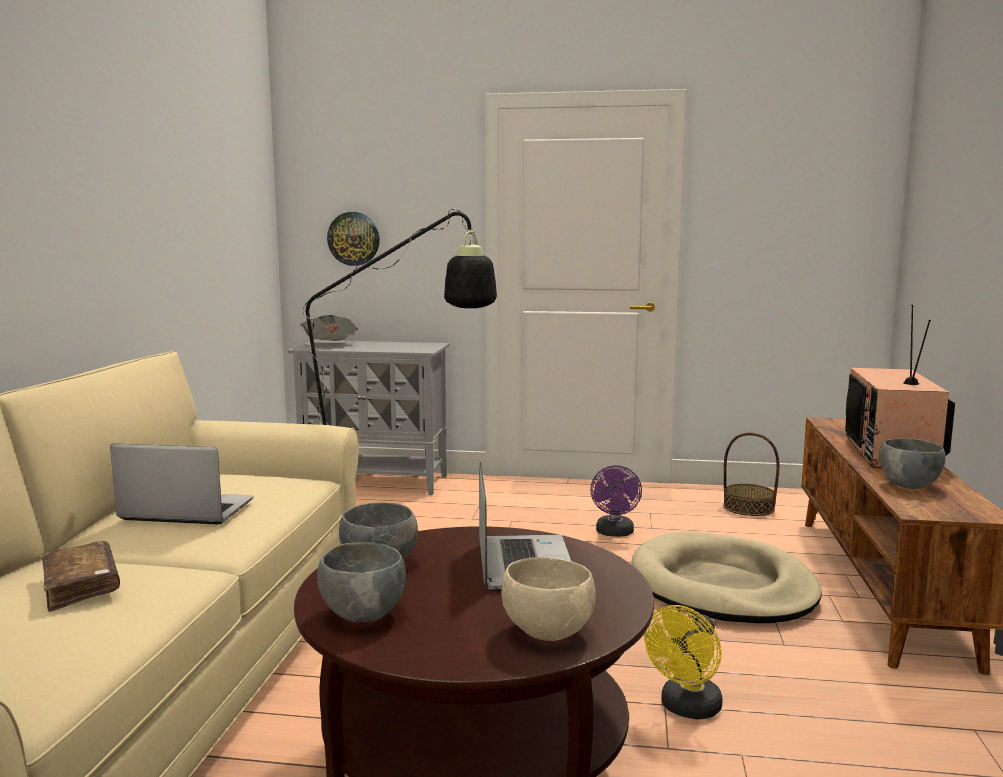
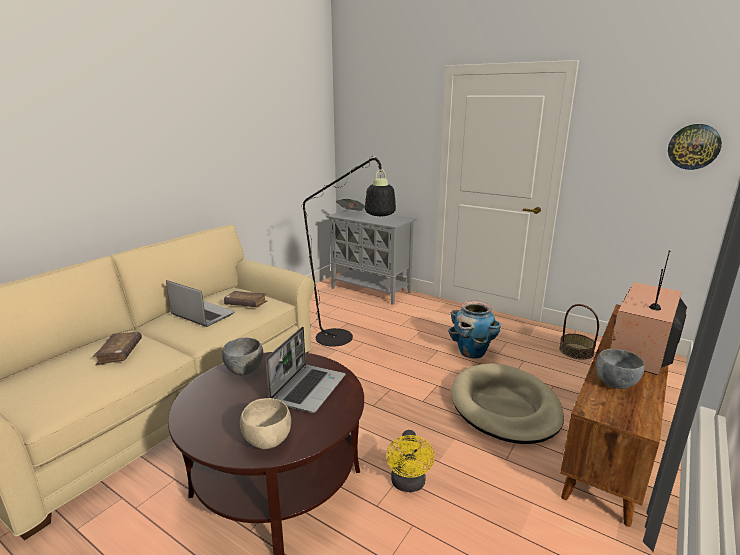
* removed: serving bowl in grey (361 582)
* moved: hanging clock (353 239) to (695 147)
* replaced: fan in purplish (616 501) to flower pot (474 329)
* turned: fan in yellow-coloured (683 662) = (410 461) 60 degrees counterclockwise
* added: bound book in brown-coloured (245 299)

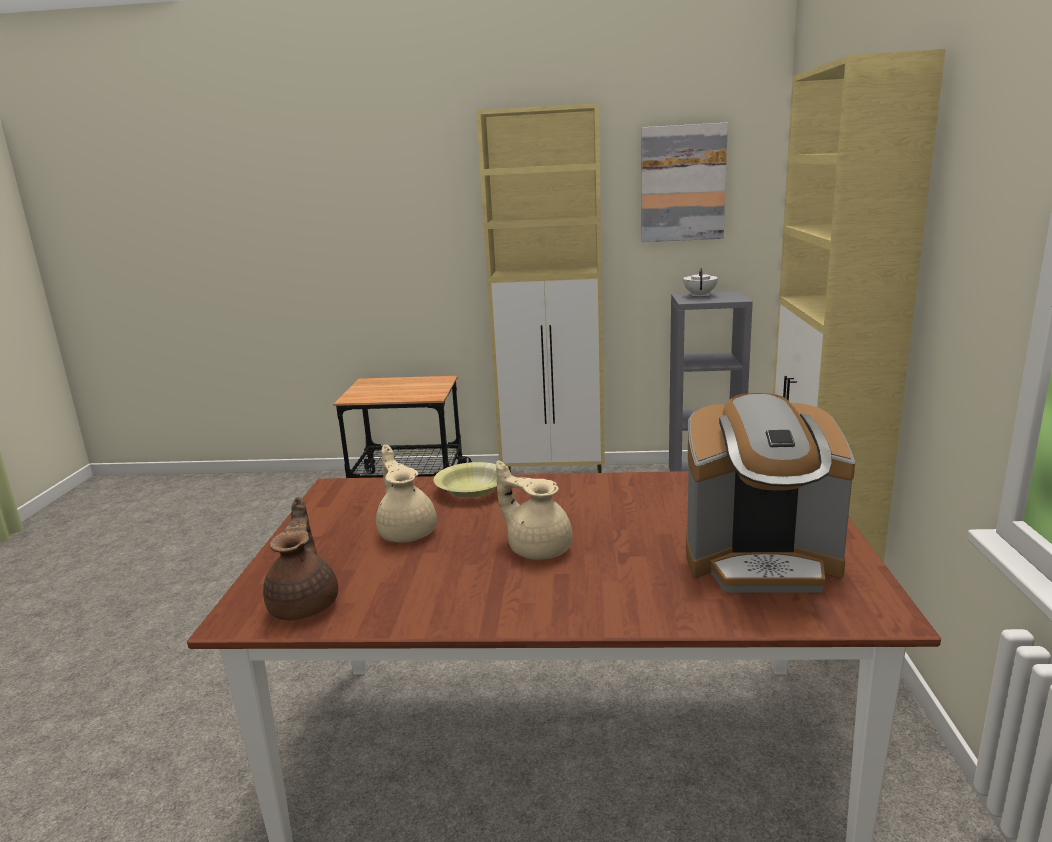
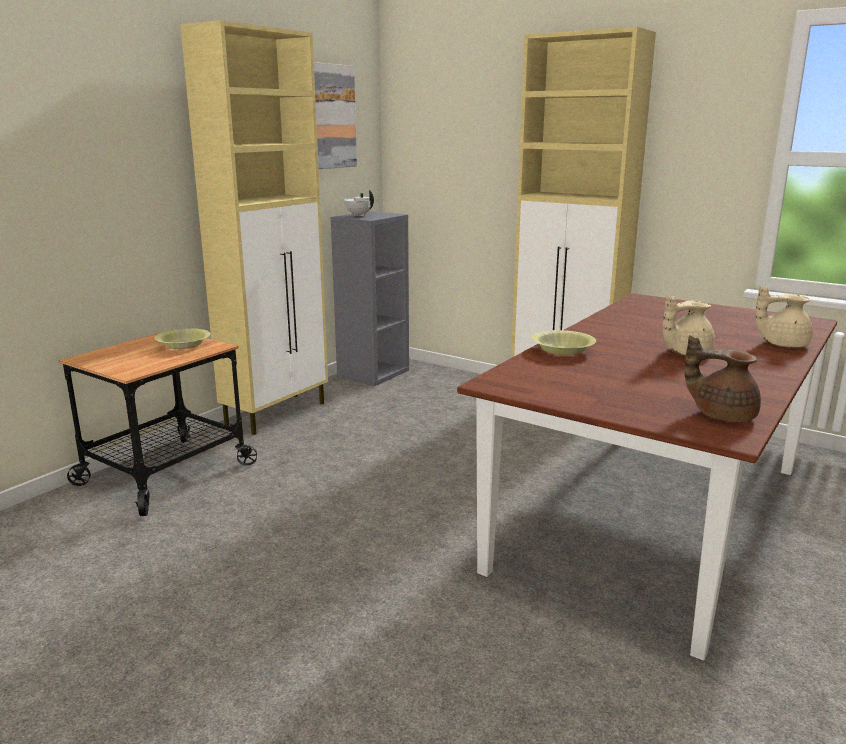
* moved: tea pot in beige (406 494) to (784 316)
* removed: coffee machine (770 492)
* added: serving bowl in yellow-coloured (182 338)

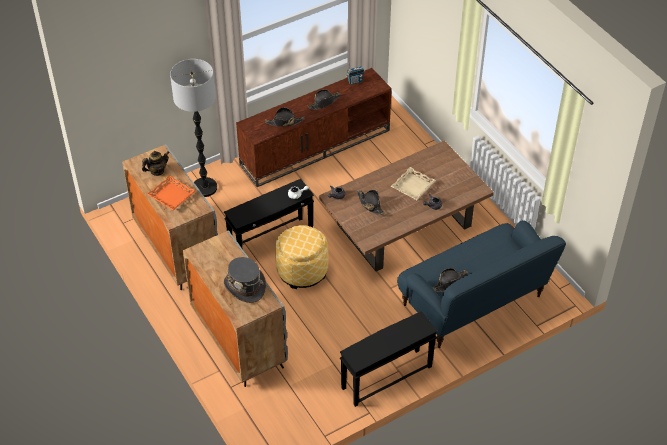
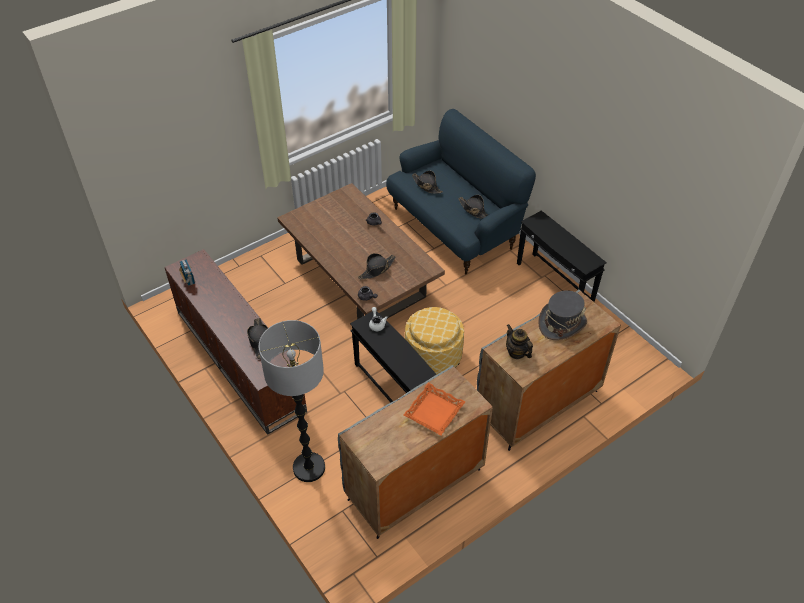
* moved: tea pot (155 163) to (519 341)
* moved: clothing hat in blackish (324 99) to (427 182)
* removed: serving tray in beige (413 183)

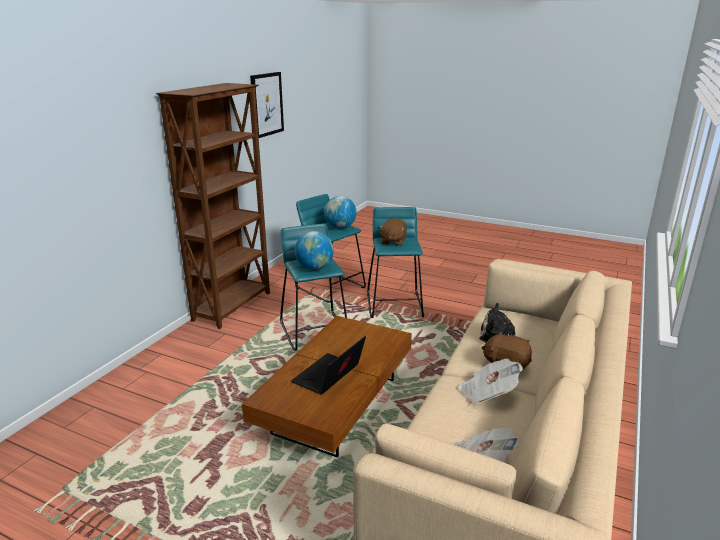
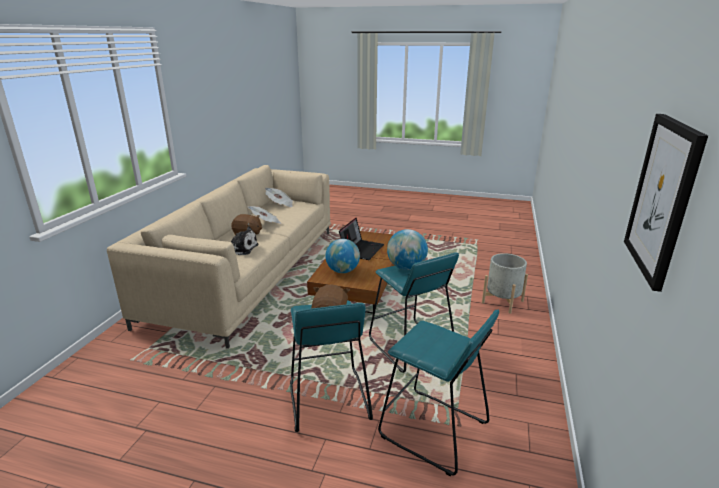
* removed: bookcase in brown-coloured (213 206)
* moved: desk globe (340 212) to (342 256)
* added: flower pot in grey (505 283)

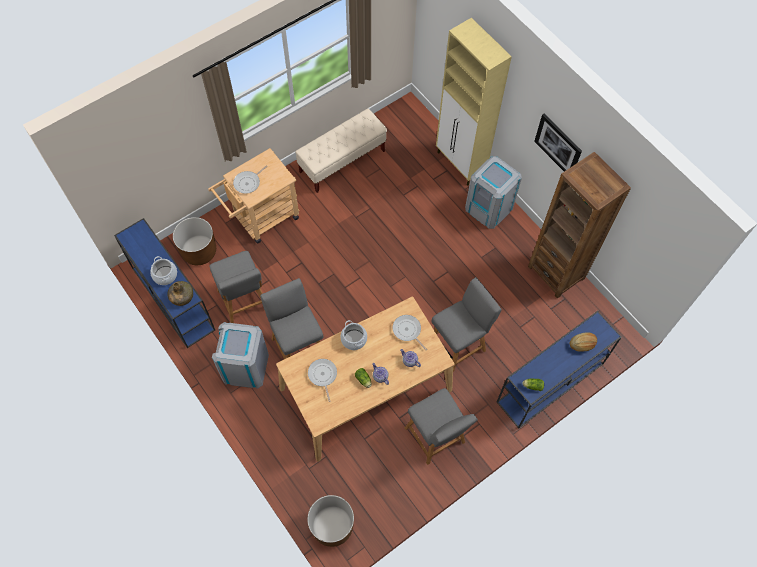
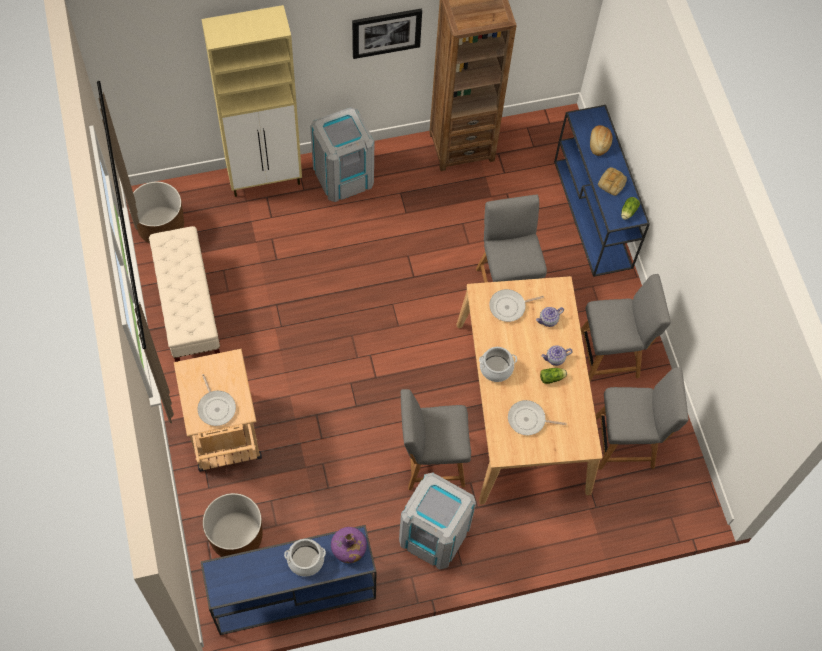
* recoloured: beverage bottle in greenish (180 293) to beverage bottle in purplish (349 545)
* moved: plain chair in grey (236 287) to (642 418)
* moved: flower pot in brown-coloured (330 521) to (156 213)
* added: bread (612 181)

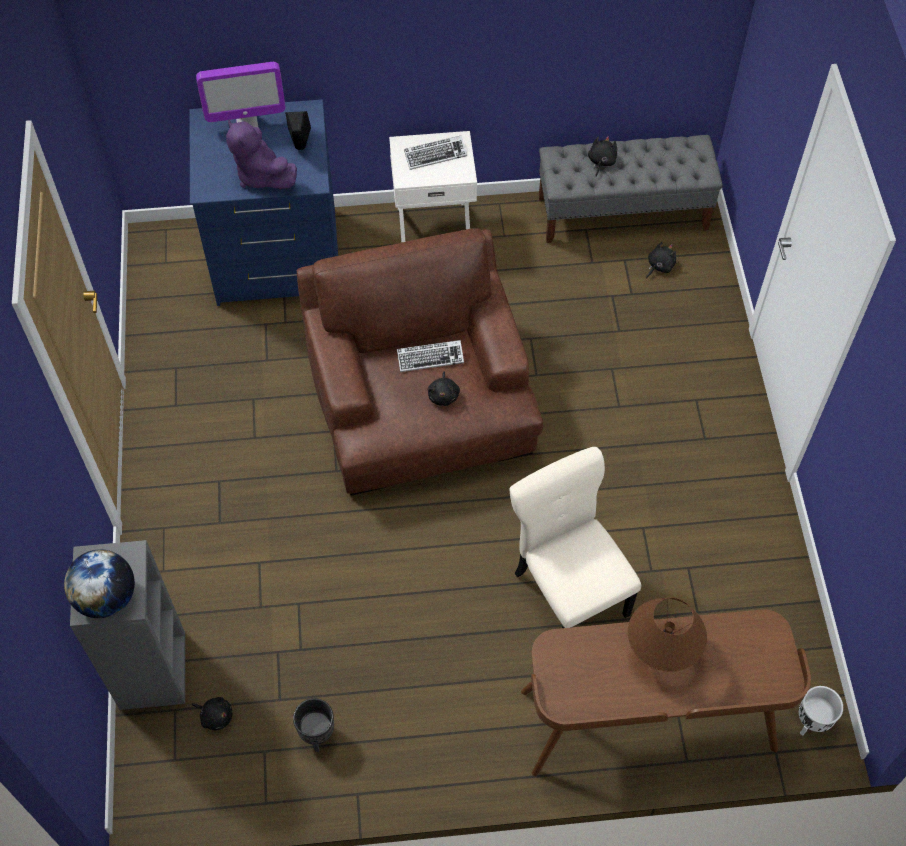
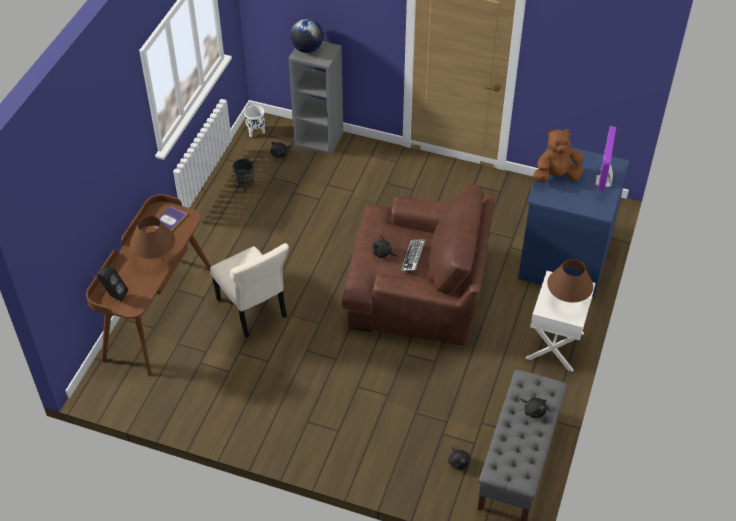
* recoloured: cuddly toy in purplish (261 154) to cuddly toy in brown-coloured (558 156)
* moved: loudspeaker in blackish (298 130) to (112 284)
* replaced: keyboard (435 153) to tabletop lamp in brown-coloured (570 281)
* turned: plain chair in beige (575 537) = (249 290) 60 degrees clockwise
* moved: flower pot in white (821 711) to (254 121)
* added: bound book (170 219)

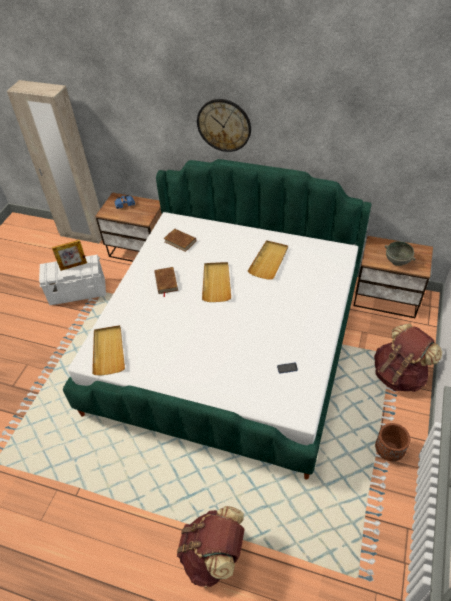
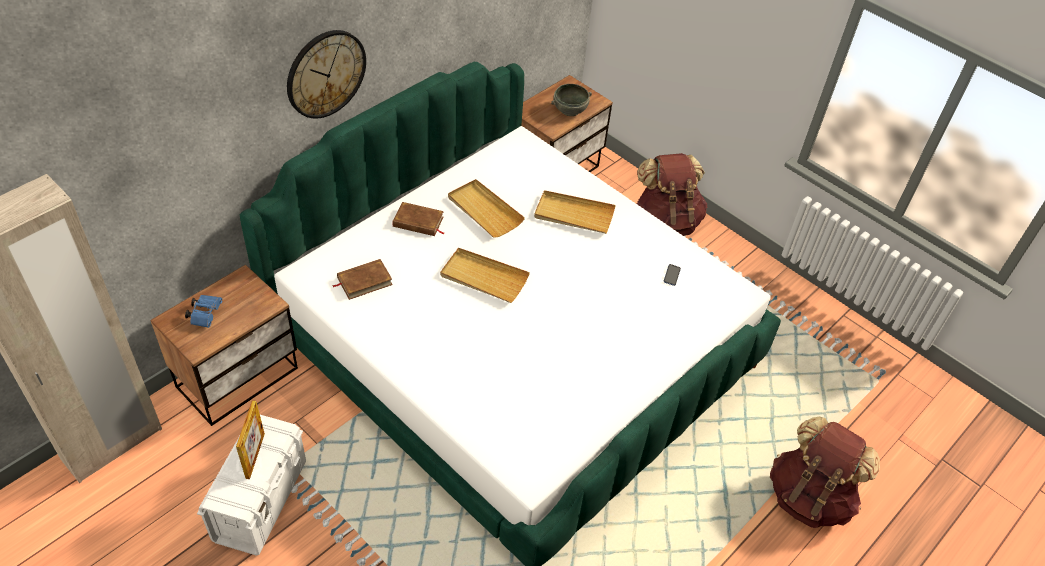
* moved: serving tray in beige (108 350) to (575 212)
* moved: bound book in brown-coloured (166 282) to (418 219)
* removed: flower pot in brown-coloured (392 442)

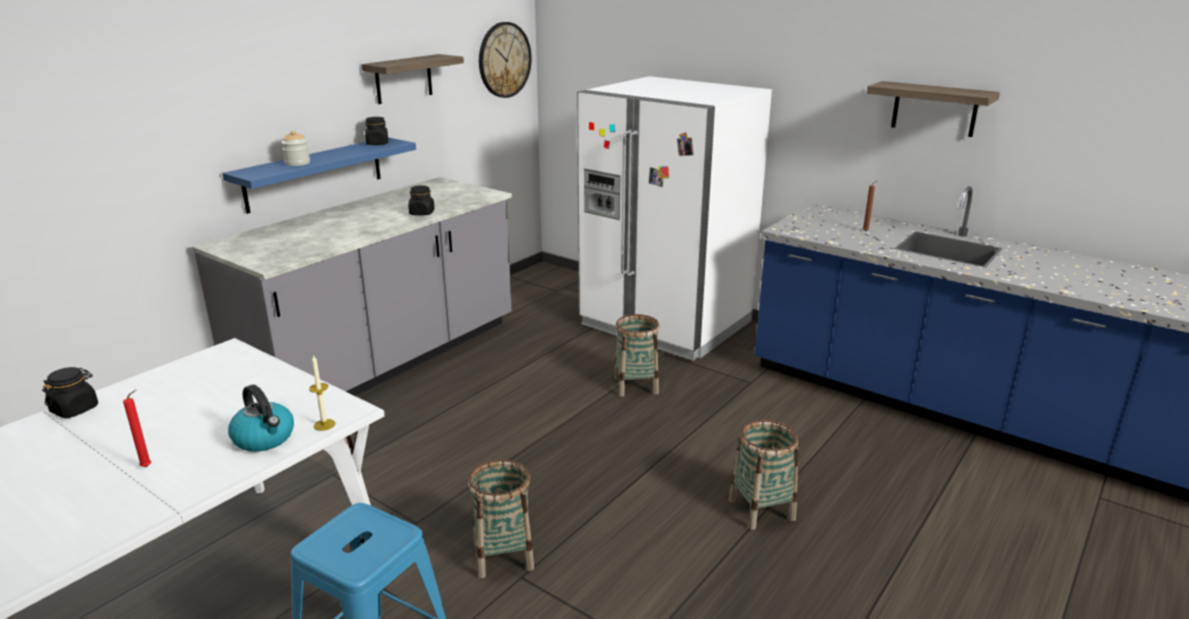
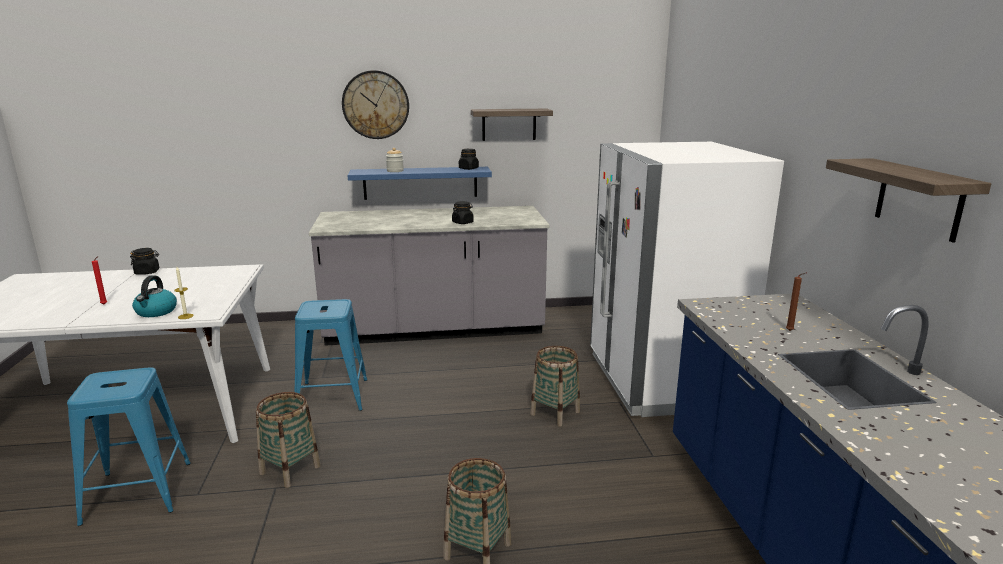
* moved: hanging clock (505 60) to (375 104)
* added: stool seat in blue (330 355)

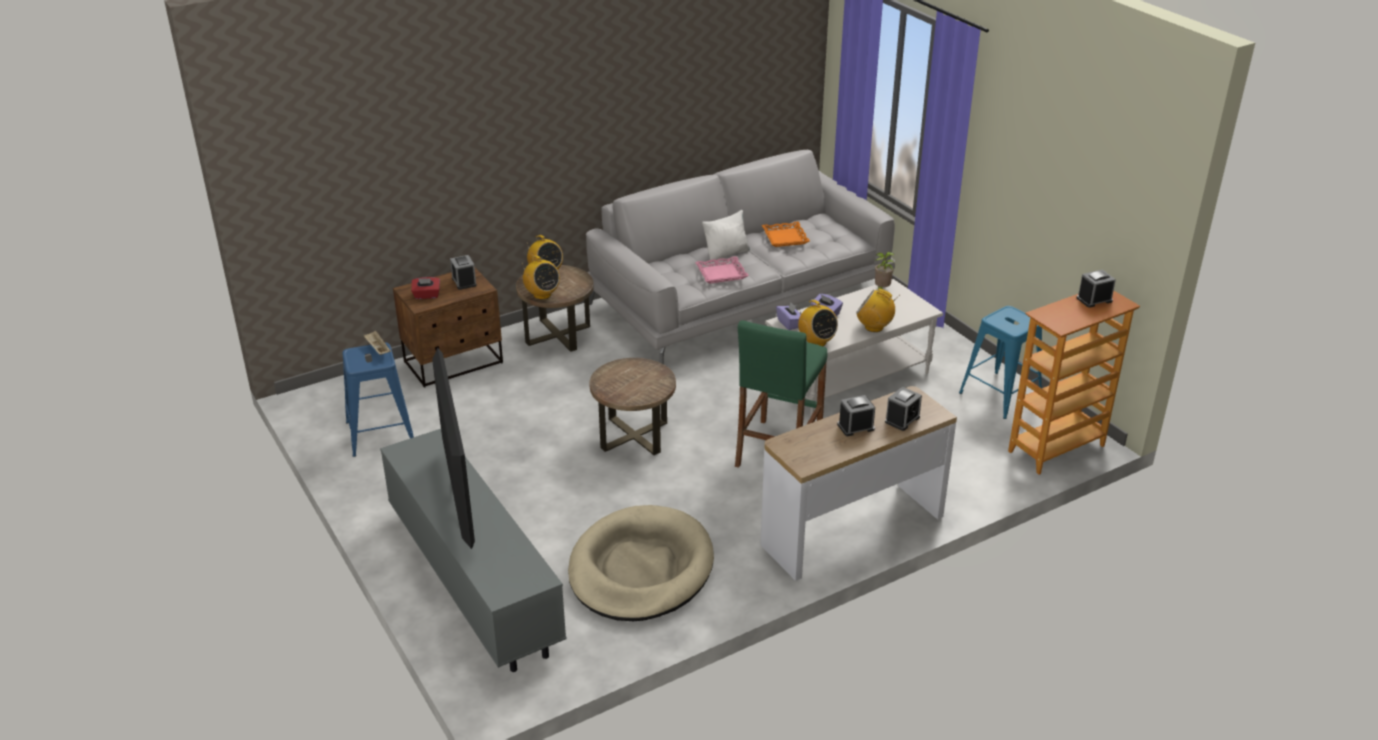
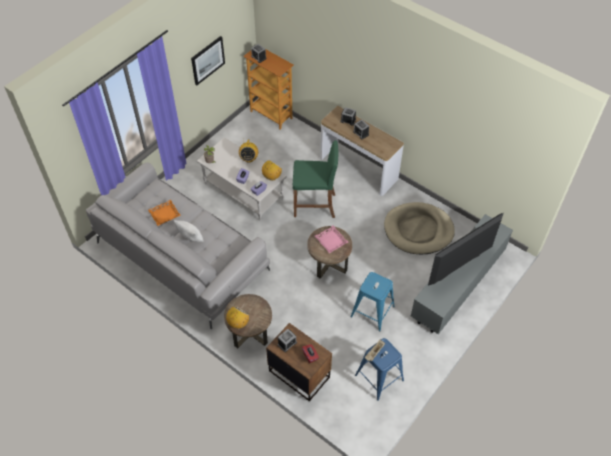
* removed: radio receiver (541 277)
* moved: serving tray in pink-coloured (722 270) to (331 239)
* moved: stool seat in blue (1000 362) to (373 301)
* added: wall art (208 60)

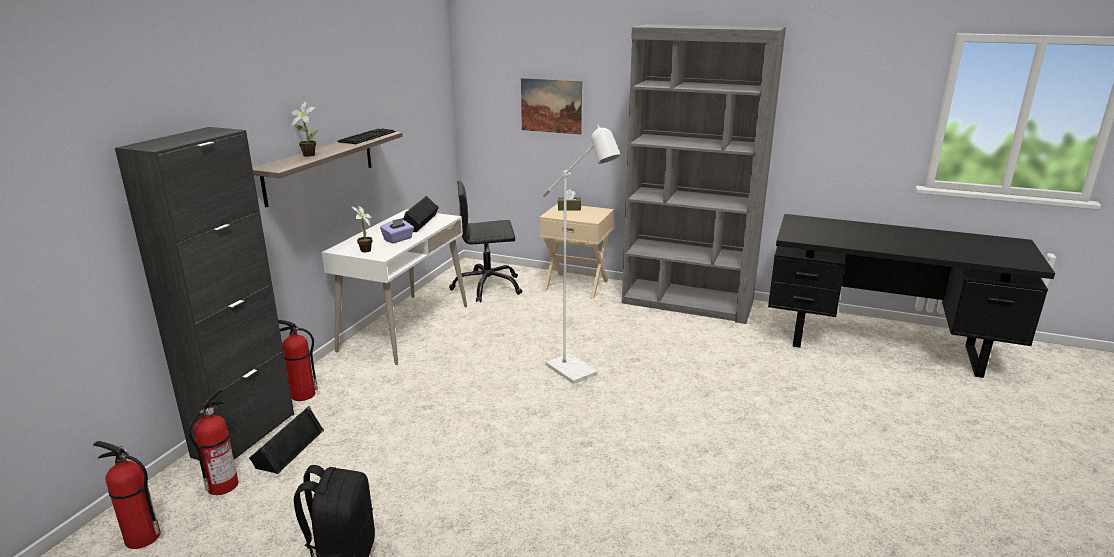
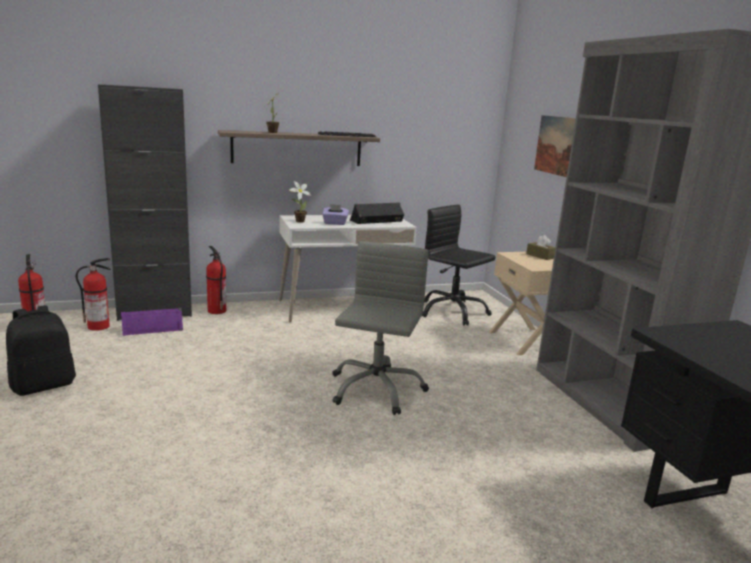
* recoloured: loudspeaker in blackish (286 440) to loudspeaker in purplish (152 322)
* replaced: standing lamp in white (582 254) to office chair in grey (380 328)

